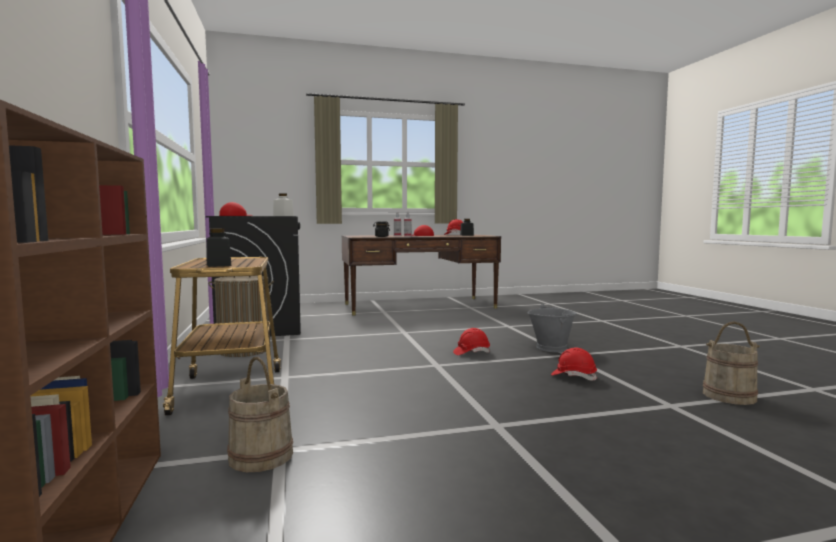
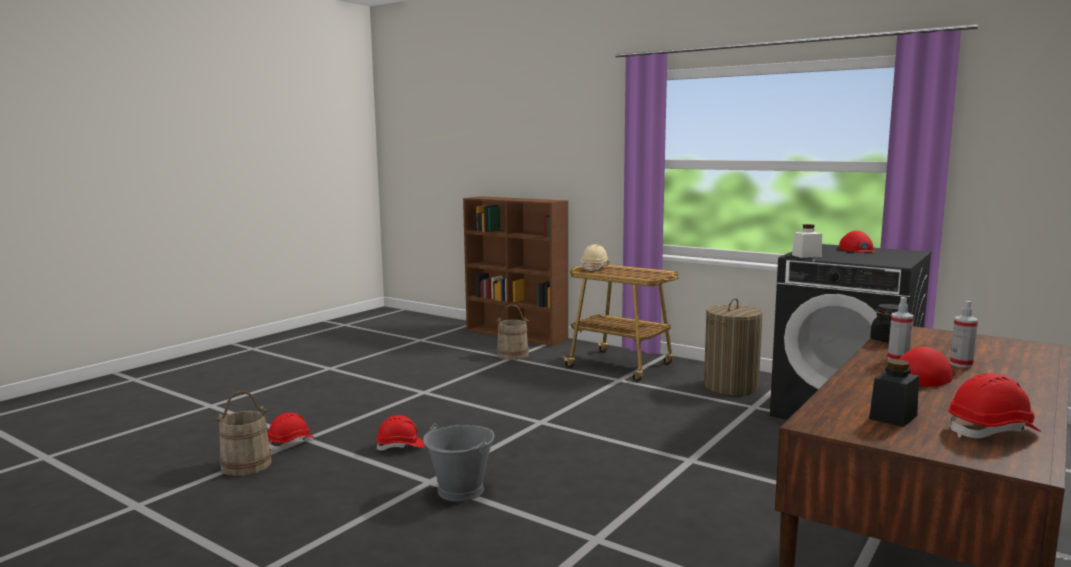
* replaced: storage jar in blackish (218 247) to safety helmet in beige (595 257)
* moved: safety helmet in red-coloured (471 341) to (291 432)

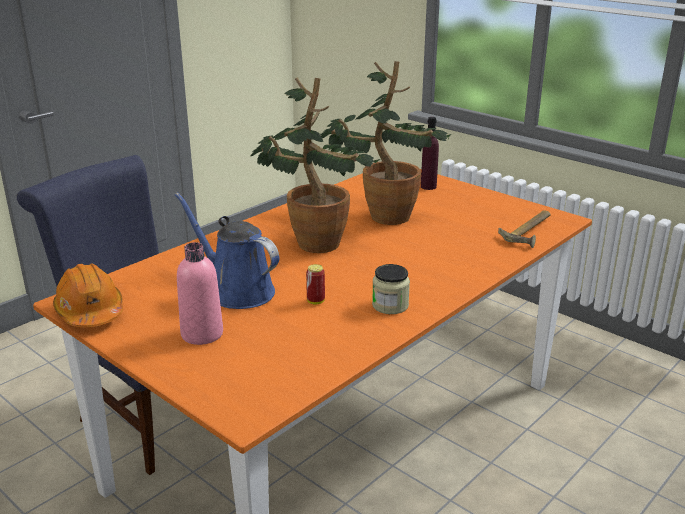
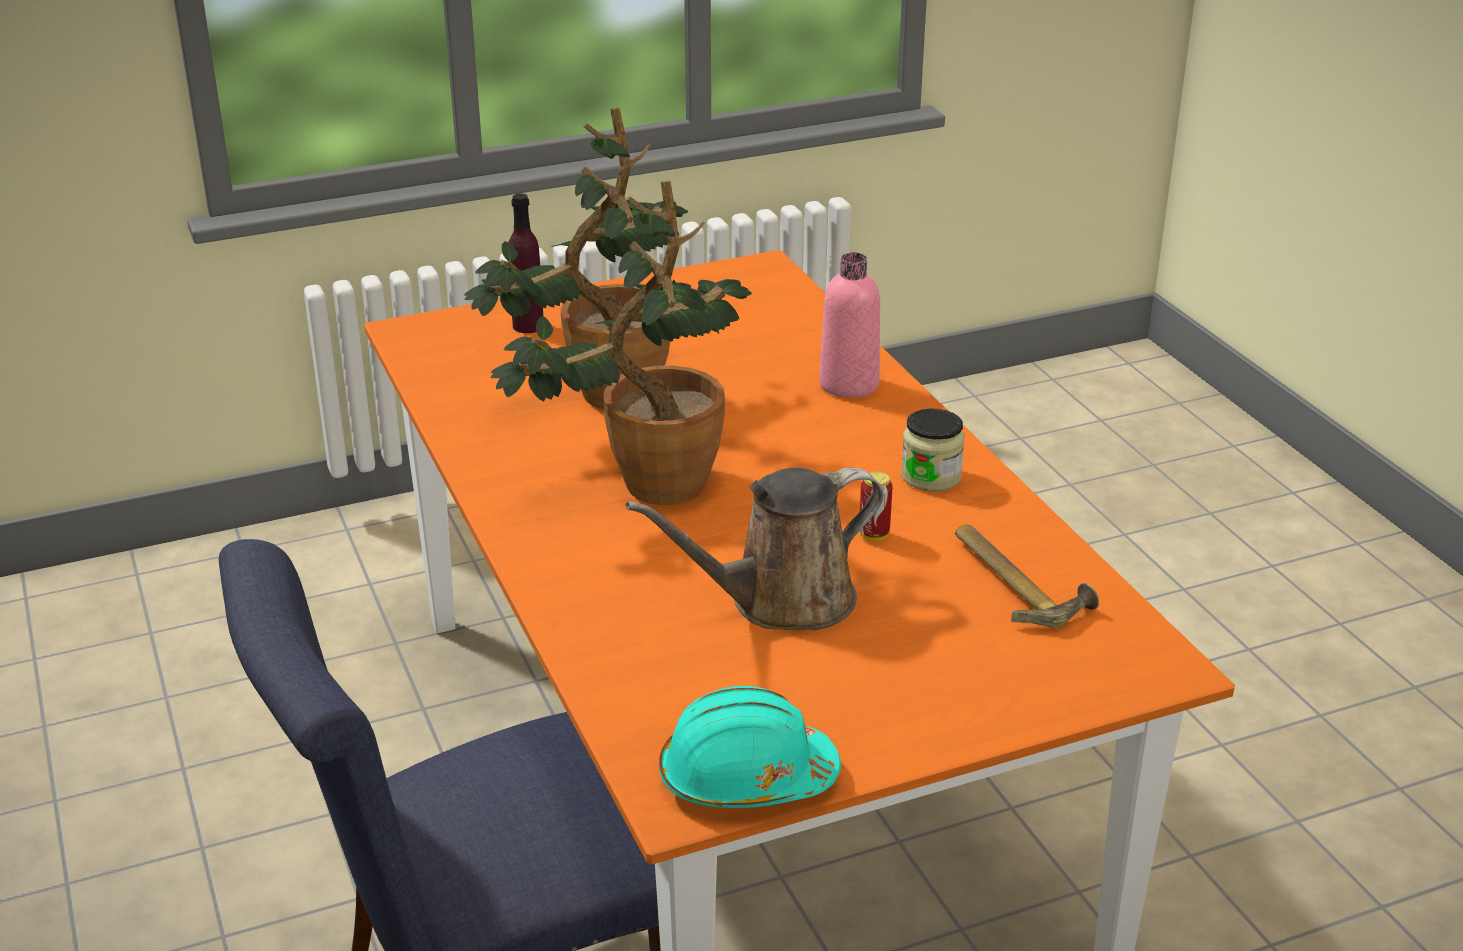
* recoloured: safety helmet in orangey (88 295) to safety helmet in turquoise-coloured (750 747)
* recoloured: watering can in blue (227 250) to watering can in brown-coloured (754 549)
* moved: beverage bottle in pink-coloured (200 293) to (849 325)
* moved: hand hammer (524 229) to (1027 576)

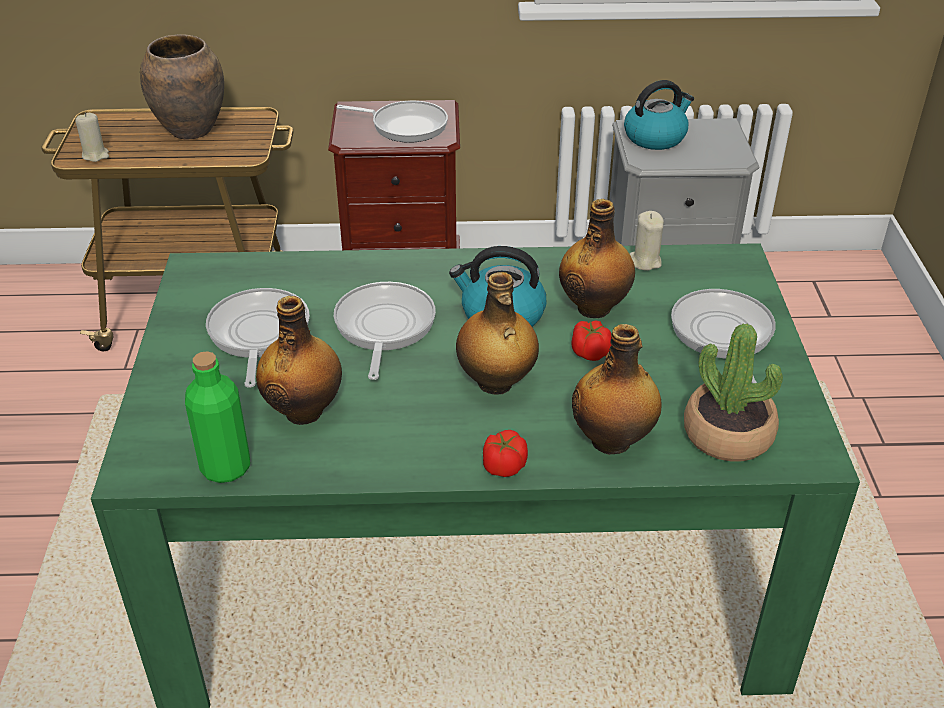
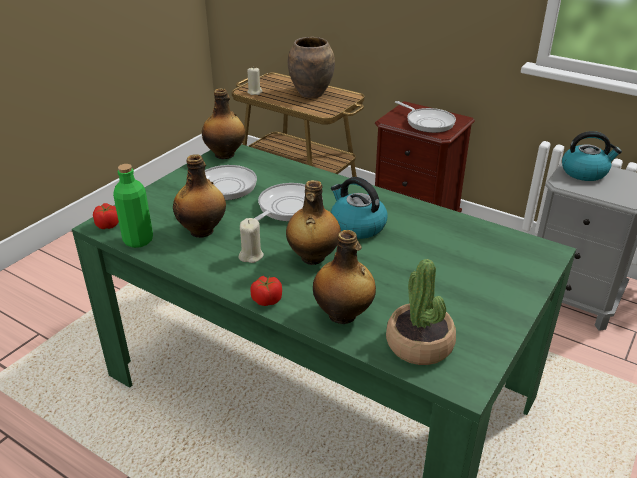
* moved: beverage bottle (597 258) to (223 123)
* moved: whole tomato (591 340) to (106 216)
* moved: candle in beige (647 241) to (251 240)
* removed: pan (723 336)

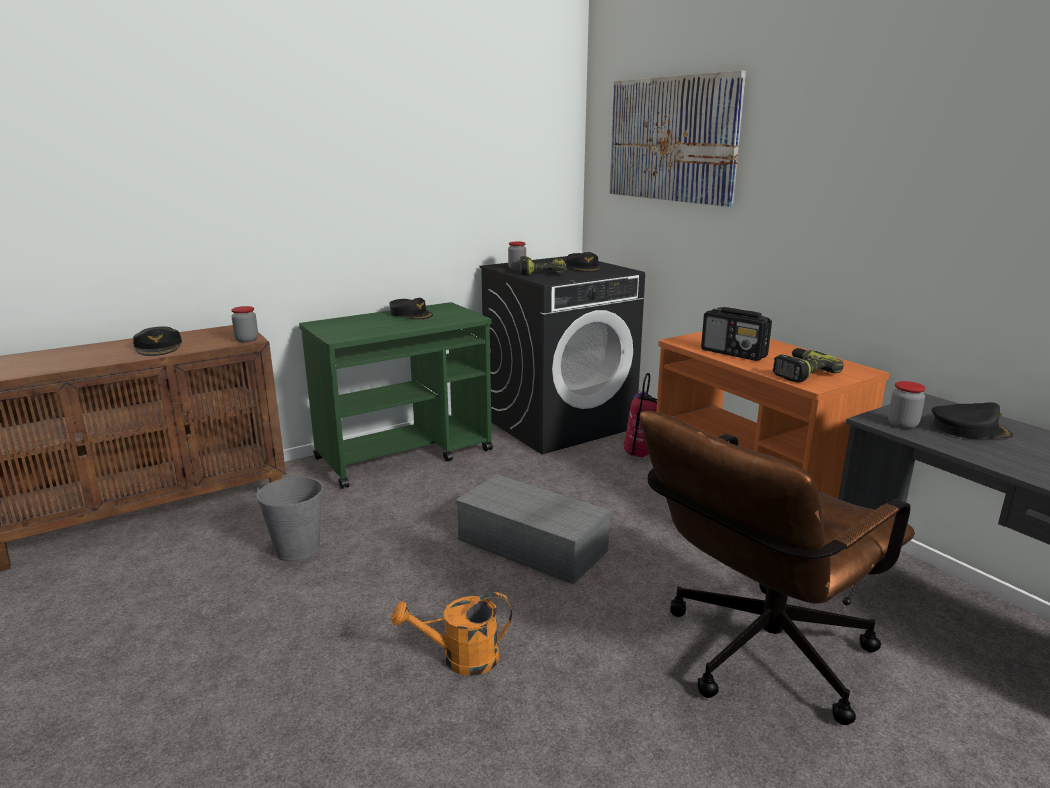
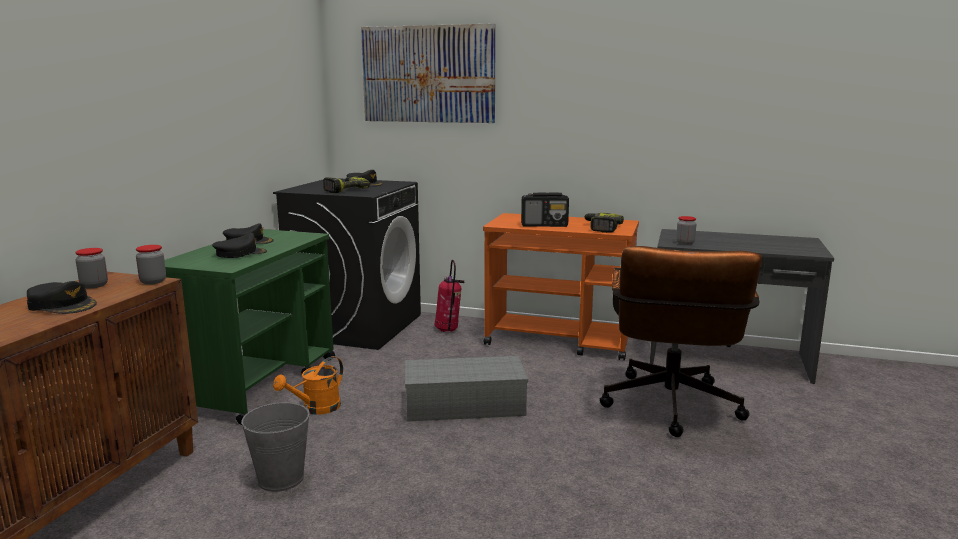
* moved: watering can in orangey (452 634) to (308 385)
* moved: storage jar (517 256) to (91 268)
* moved: baseball cap in blackish (972 420) to (239 245)

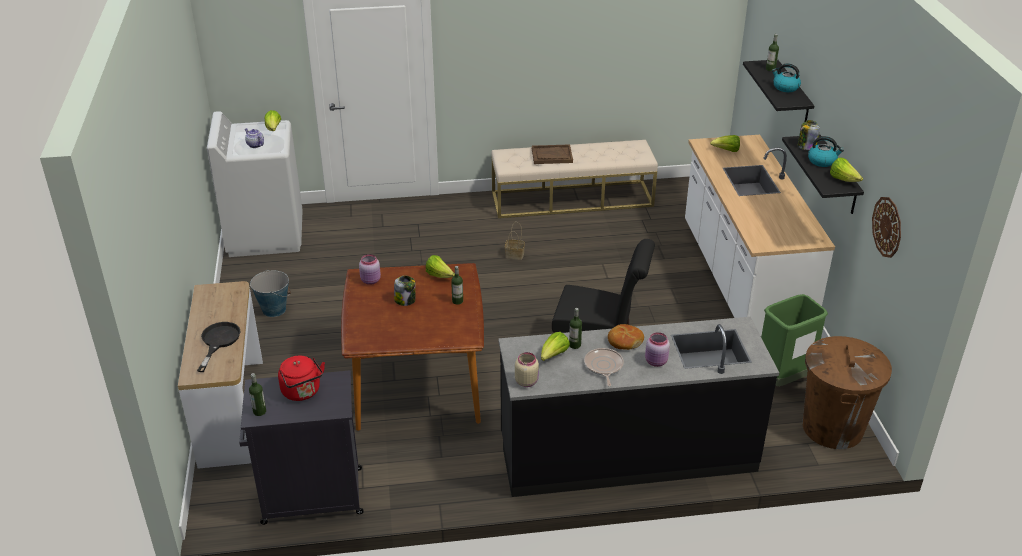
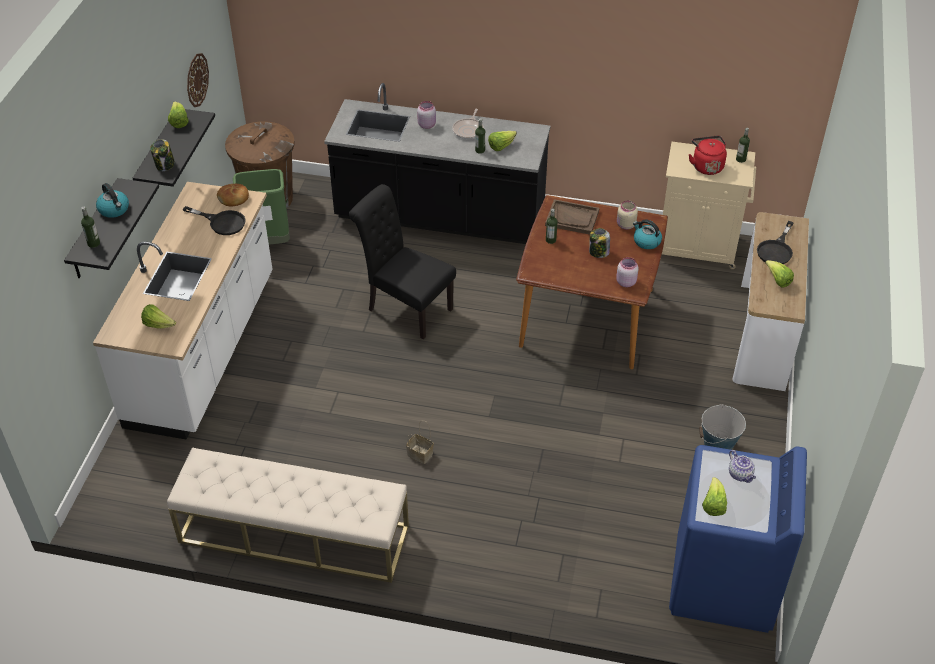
* recoloured: washing machine in white (255 184) to washing machine in blue (738 539)
* recoloured: storage cabinet in blackish (301 447) to storage cabinet in beige (709 205)
* moved: lettuce (440 266) to (779 274)
* moved: storage jar in beige (527 369) to (627 215)
* moved: serving tray in brown-coloured (552 154) to (572 217)
* moved: bread (626 337) to (233 195)
* moved: water kettle (826 151) to (647 234)
* added: pan in blackish (214 220)

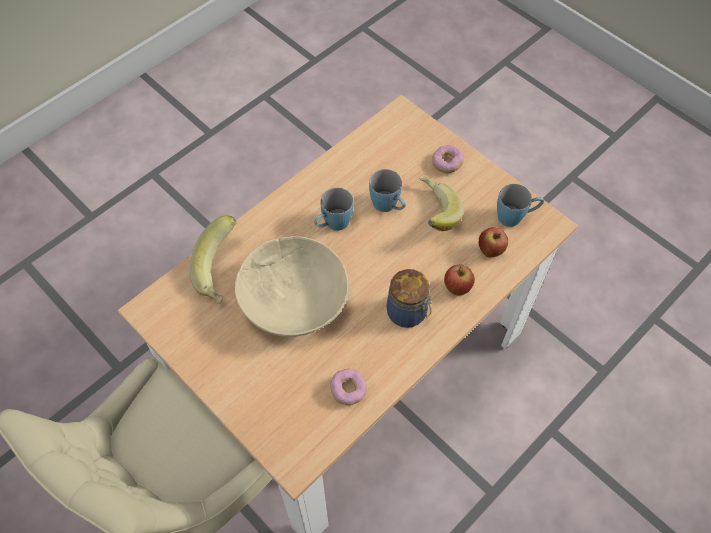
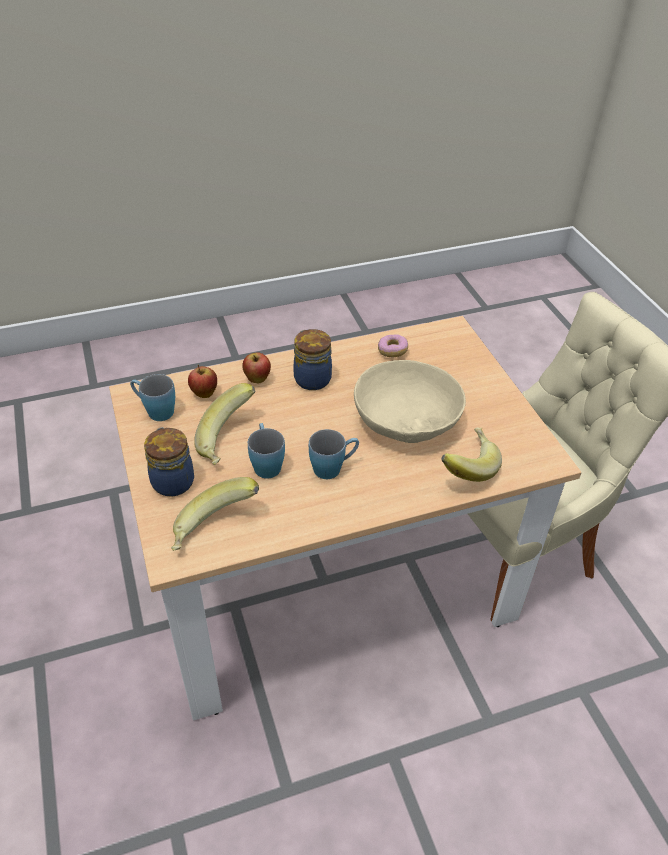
* replaced: ring doughnut (448 159) to storage jar (169 462)
* added: banana fruit (215 514)

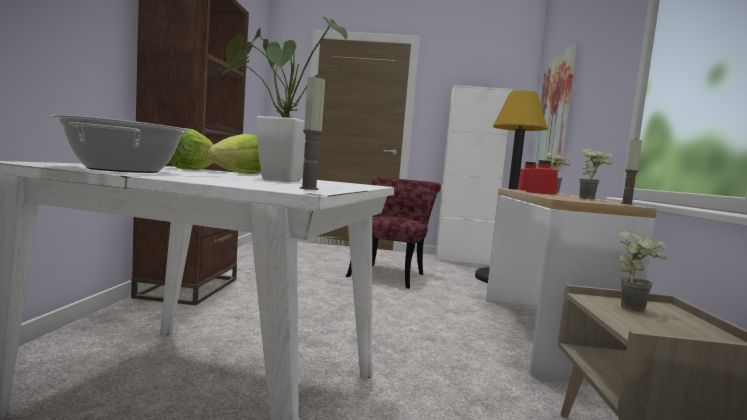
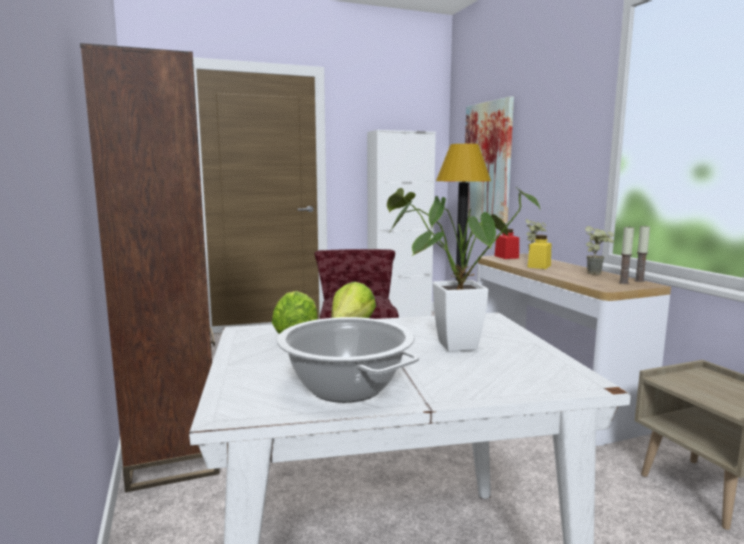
* moved: candle (312 133) to (626 255)
* recoloured: storage jar in red-coloured (542 177) to storage jar in yellow-coloured (539 252)
* removed: houseplant (642 270)

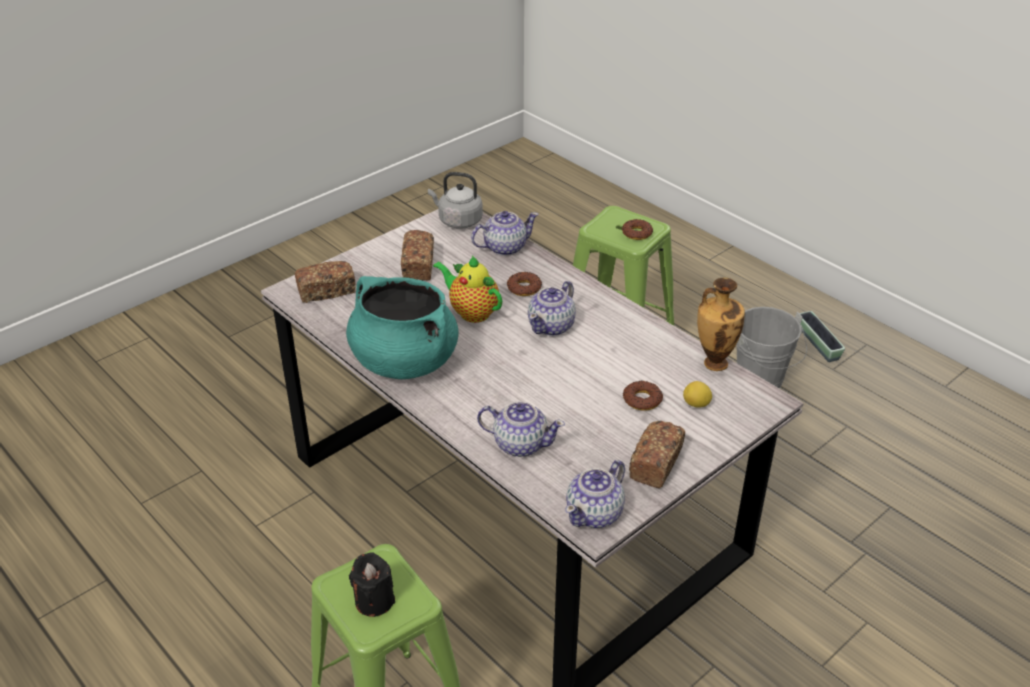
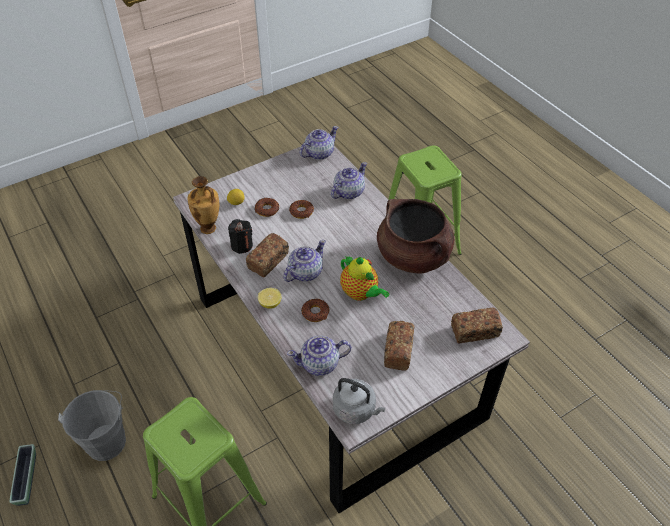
* recoloured: cooking pot in turquoise-coloured (402 327) to cooking pot in brown-coloured (415 236)
* moved: candle in blackish (372 584) to (240 236)
* turned: tea pot (521 429) = (349 180) 105 degrees clockwise
* moved: ring doughnut (637 229) to (301 209)
* moved: bread (657 454) to (267 255)
* added: citrus fruit (270 298)

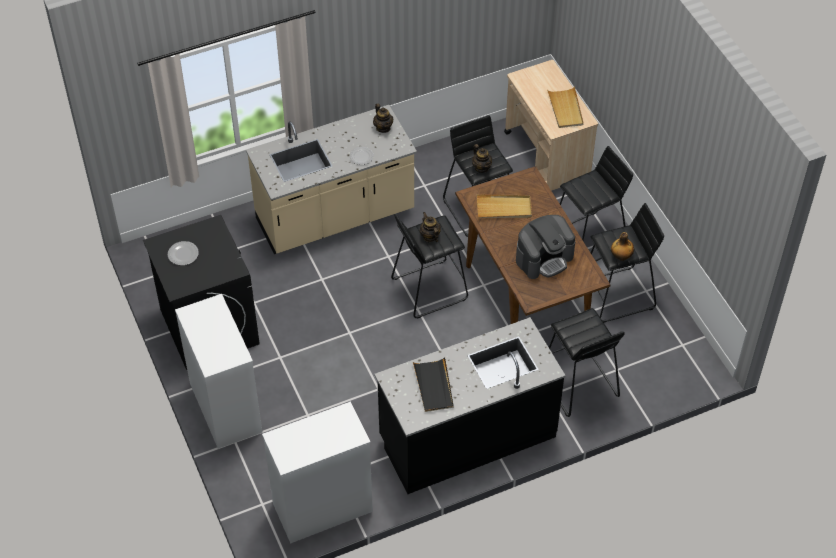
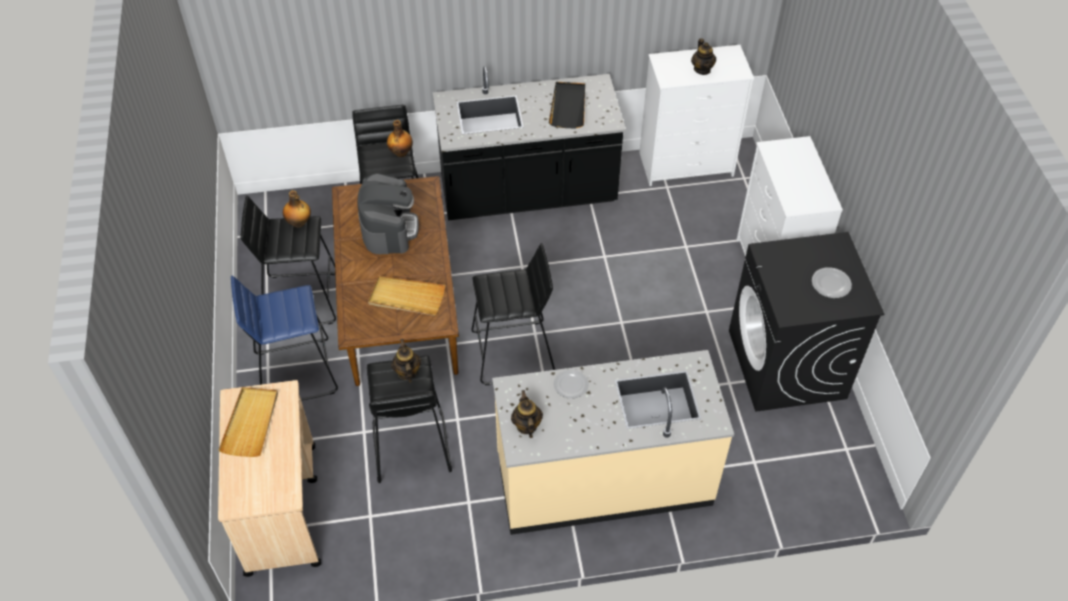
* moved: tea pot (430 227) to (703 56)
* turned: coffee machine (545 247) = (388 213) 105 degrees clockwise
* recoloured: stool seat in blackish (596 203) to stool seat in blue (284 338)
* added: beverage bottle (400 139)

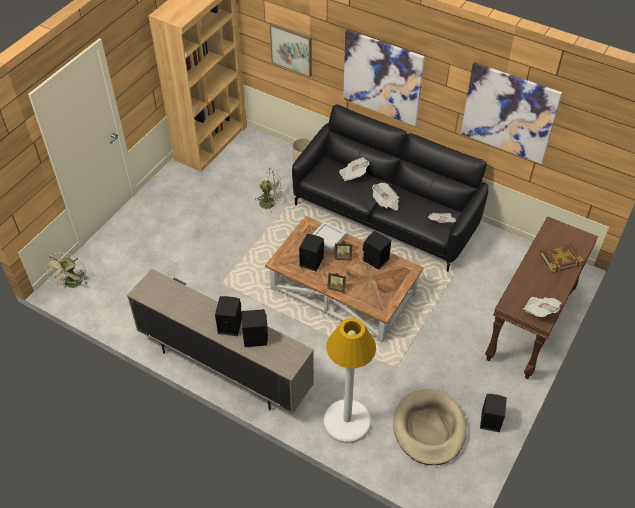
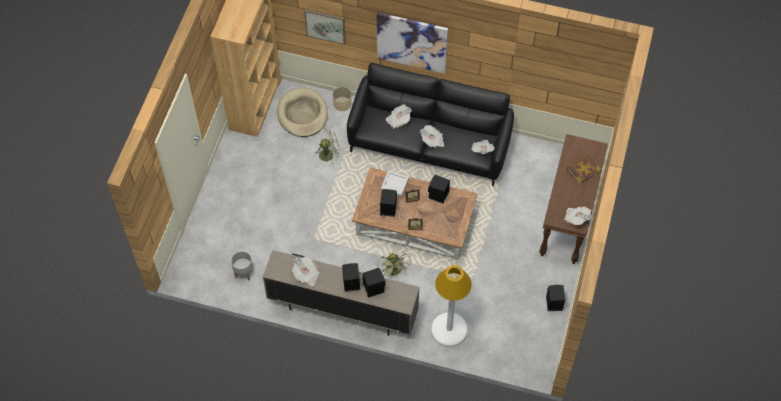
* moved: fan in greenish (66 270) to (394 264)
* moved: dog bed in beige (430 427) to (302 112)
* removed: wall art (511 113)
* added: flower pot in grey (242 265)
* added: daily paper (306 271)

